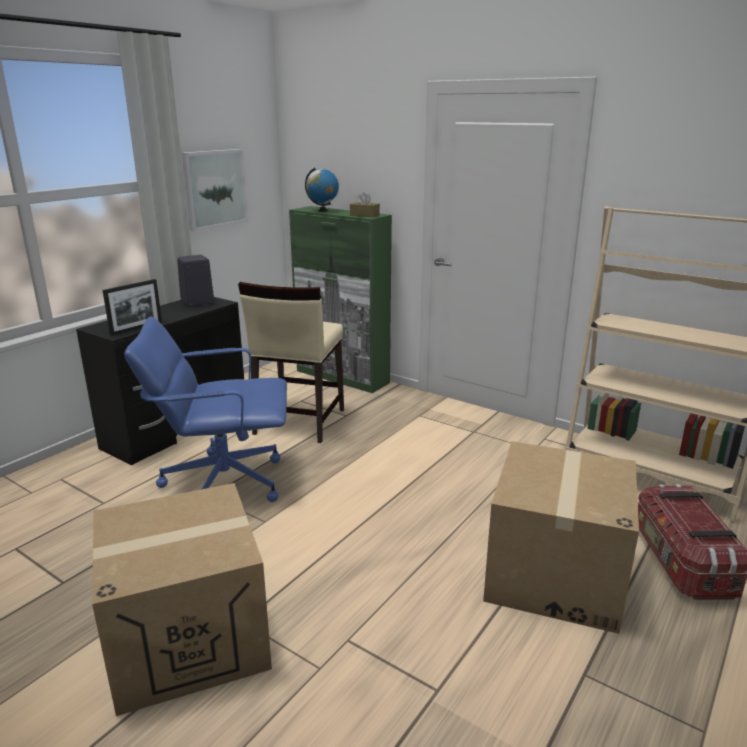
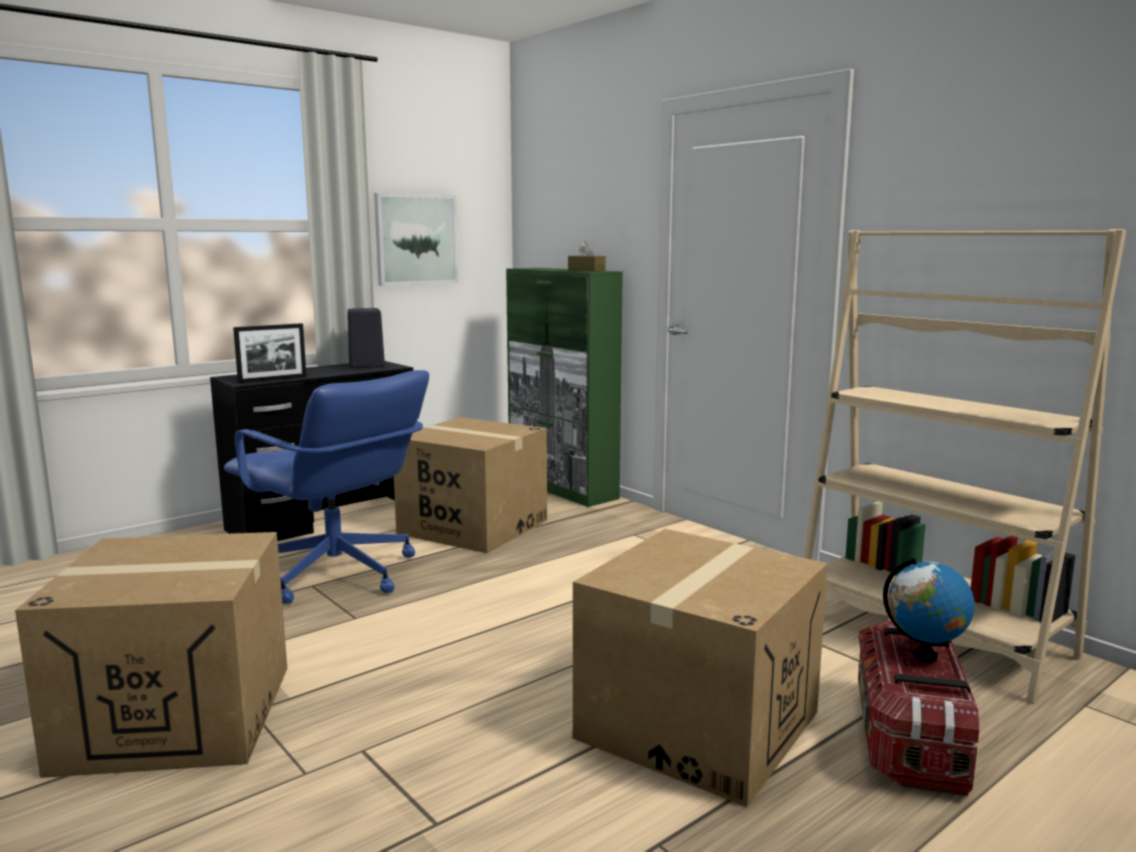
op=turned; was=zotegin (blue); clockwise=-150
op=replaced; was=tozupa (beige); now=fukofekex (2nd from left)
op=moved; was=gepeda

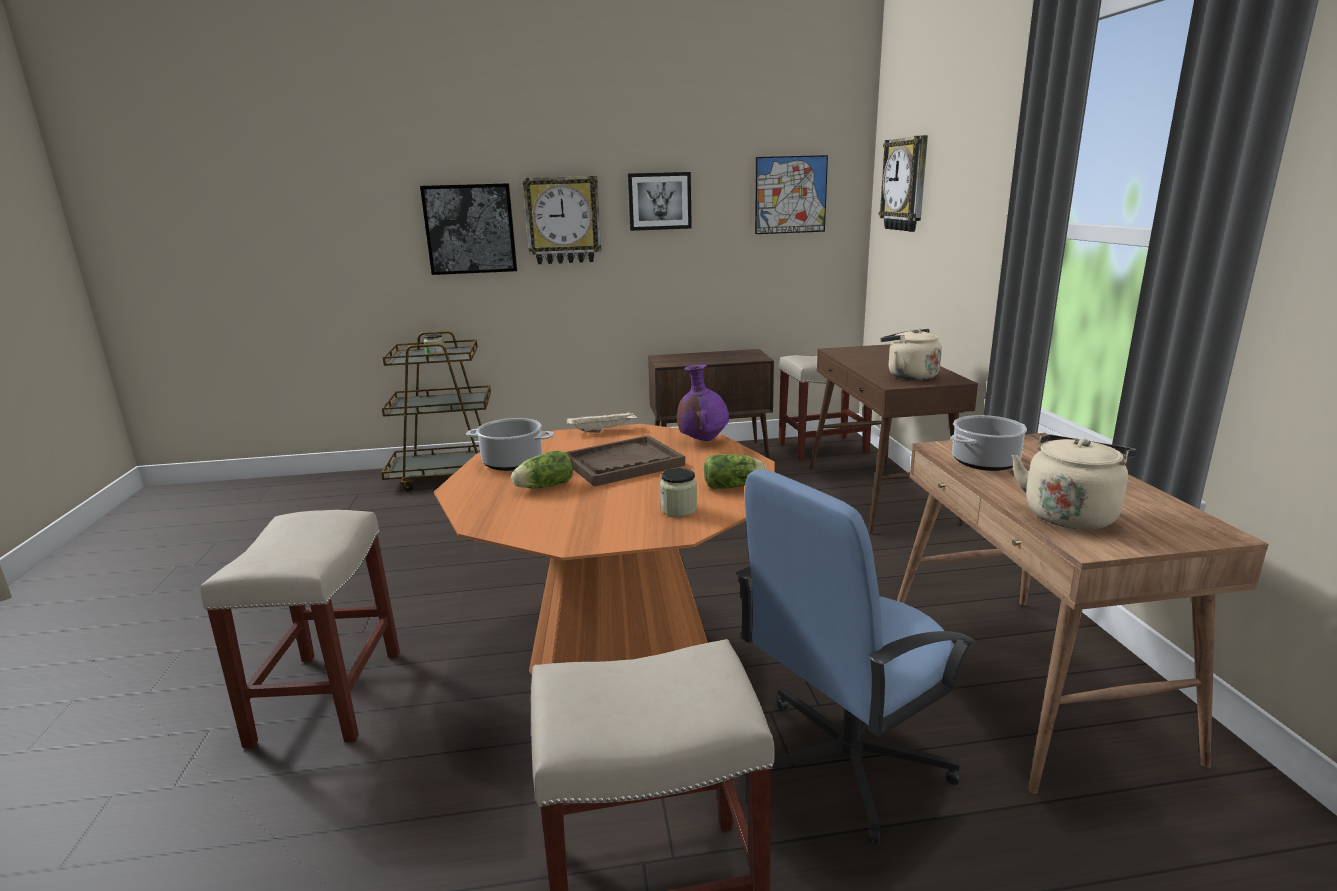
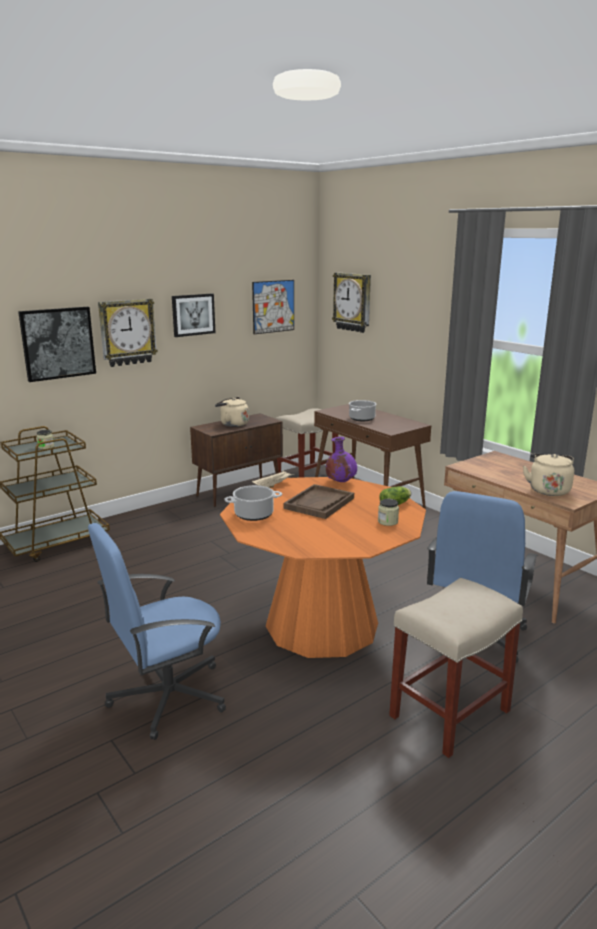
op=replaced; was=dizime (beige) (1st from left); now=zotegin (blue) (1st from left)
op=removed; was=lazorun (1st from left)
op=moved; was=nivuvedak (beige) (1st from left)
op=moved; was=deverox (2nd from left)

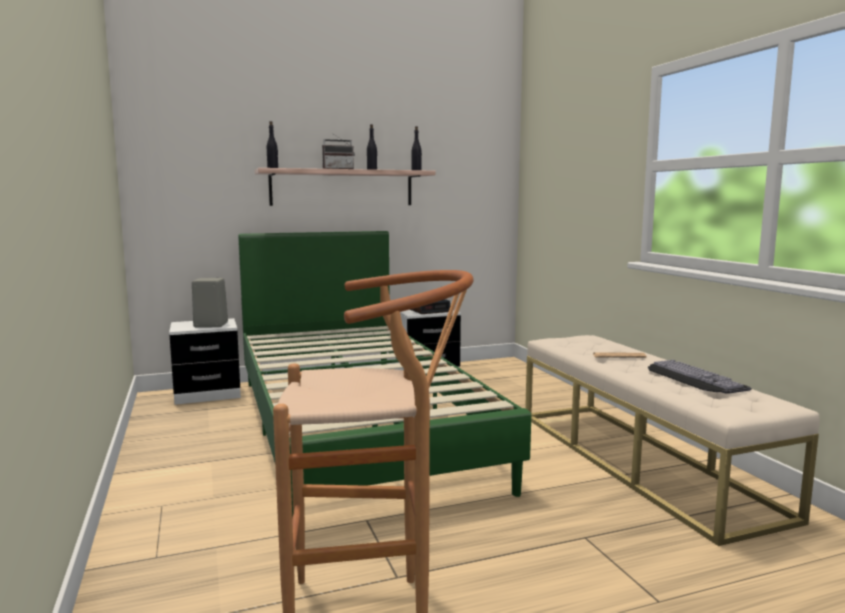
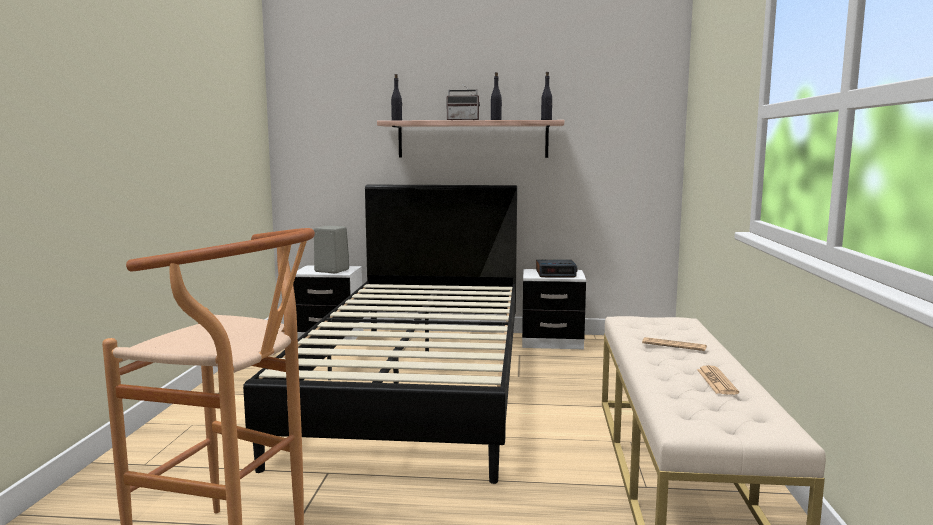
op=recoloured; was=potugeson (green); now=potugeson (black)
op=replaced; was=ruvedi; now=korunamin (2nd from left)

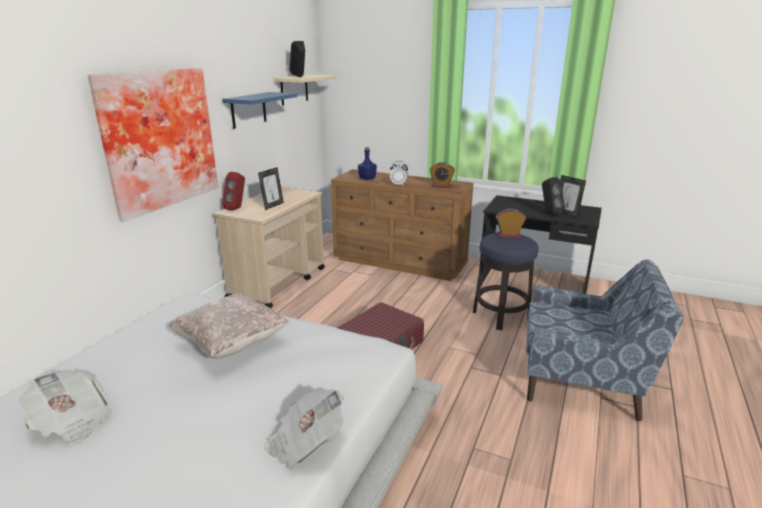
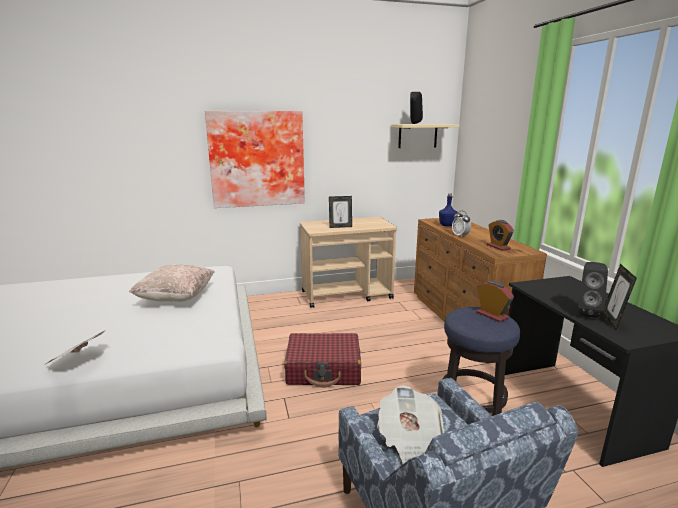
op=moved; was=korunamin (1st from left in the first image); now=korunamin (2nd from left)
op=removed; was=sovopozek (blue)
op=removed; was=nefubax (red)

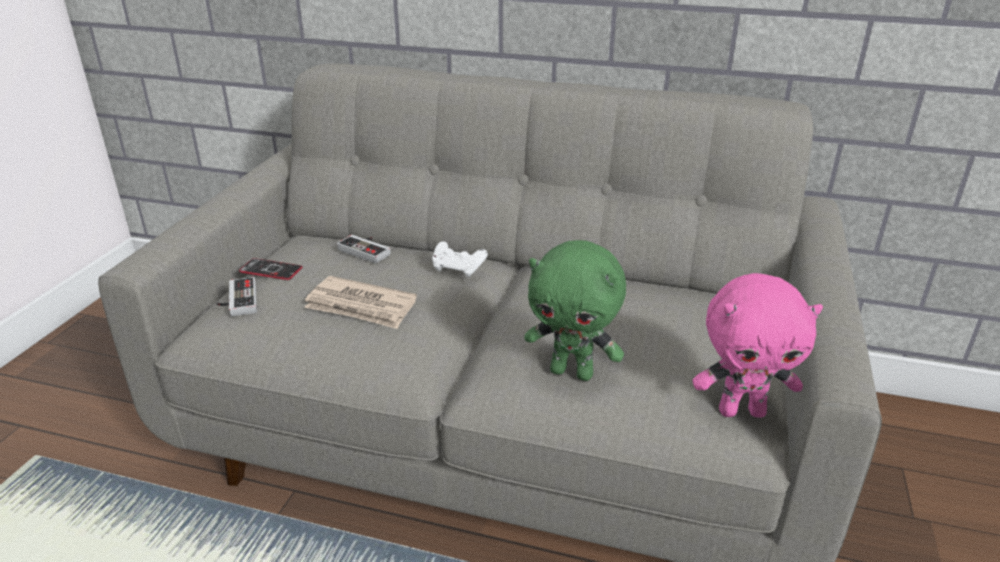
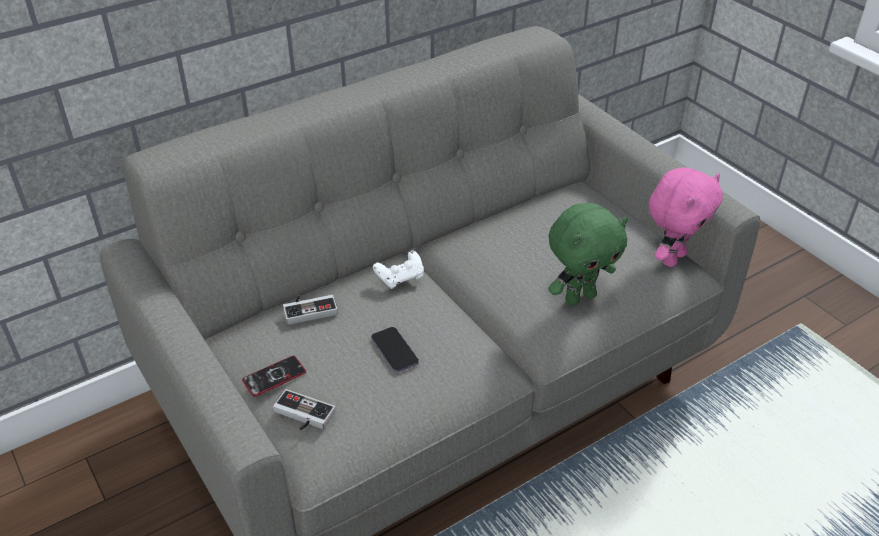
op=replaced; was=korunamin; now=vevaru (2nd from left)

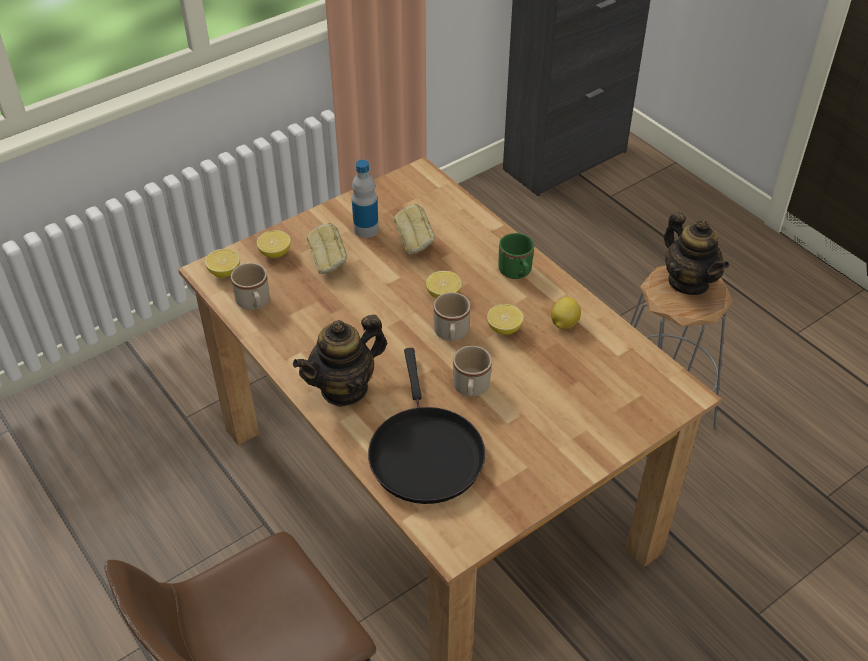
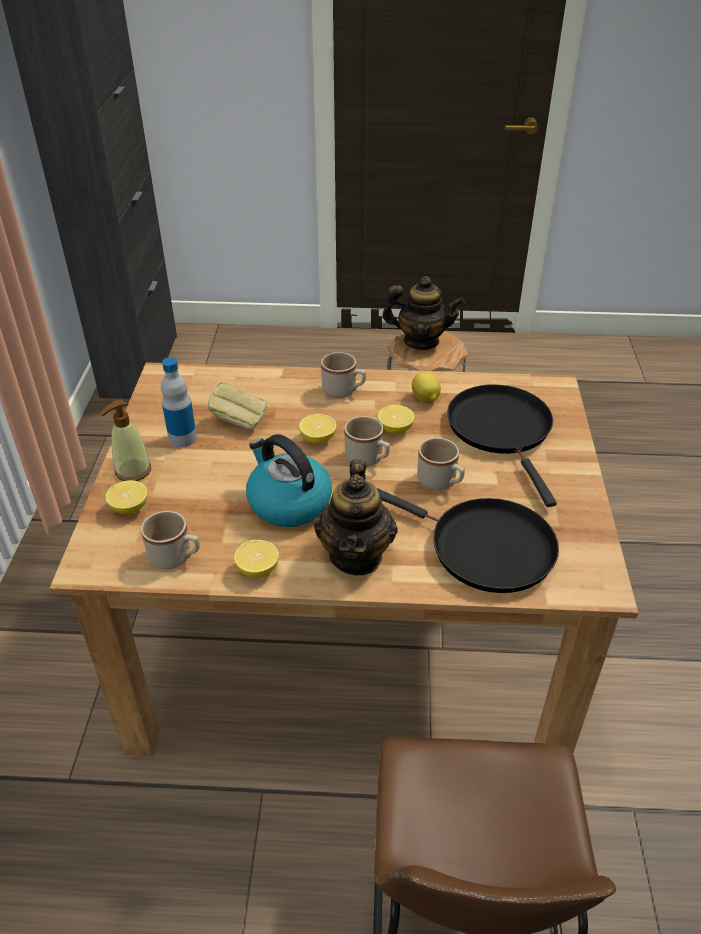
op=moved; was=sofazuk (1st from left in the first image); now=sofazuk (2nd from left)
op=removed; was=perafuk (1st from left)
op=recoloured; was=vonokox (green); now=vonokox (beige) (2nd from left)
op=added; now=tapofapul
op=added; now=nivuvedak
op=added; now=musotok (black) (2nd from left)

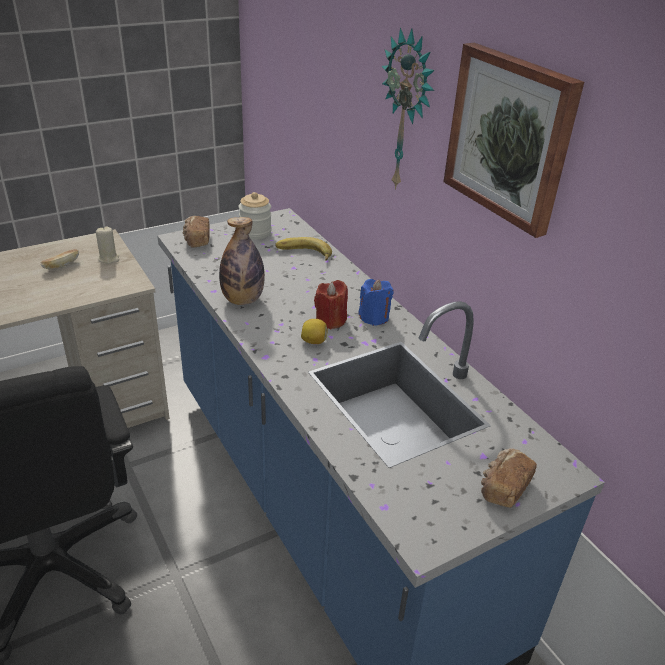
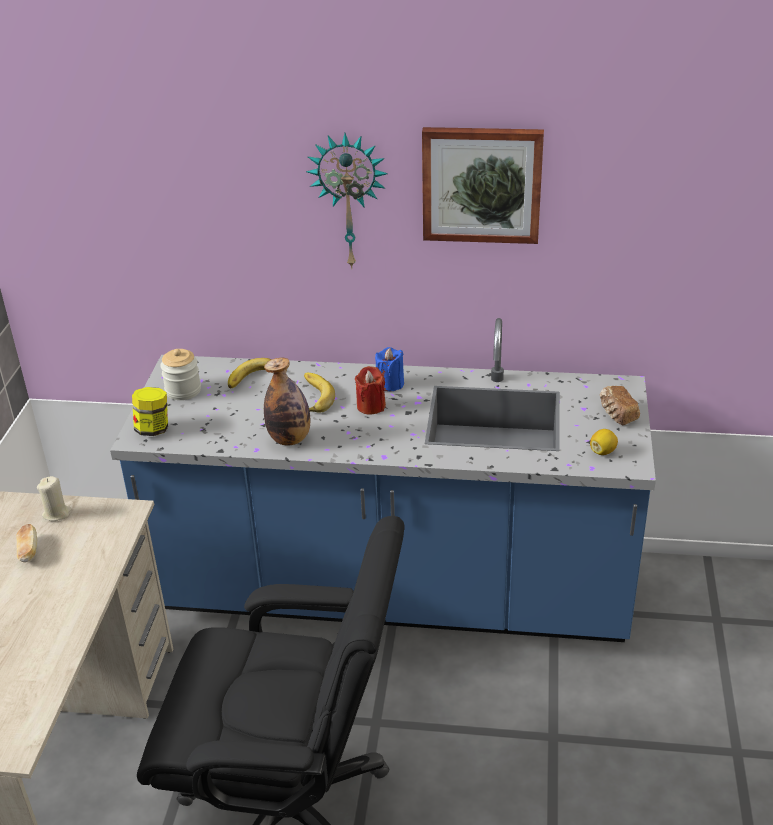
op=replaced; was=perafuk (2nd from left); now=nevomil (1st from left)
op=moved; was=sofazuk
op=added; now=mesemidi (2nd from left)

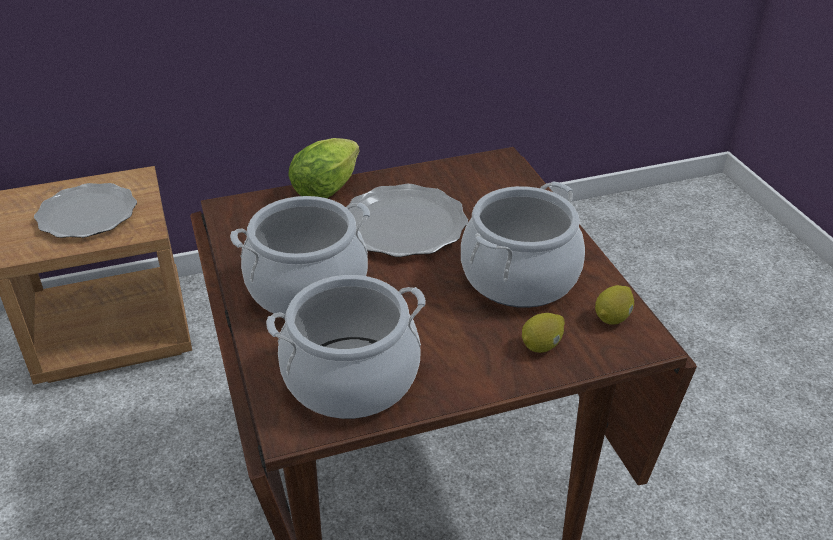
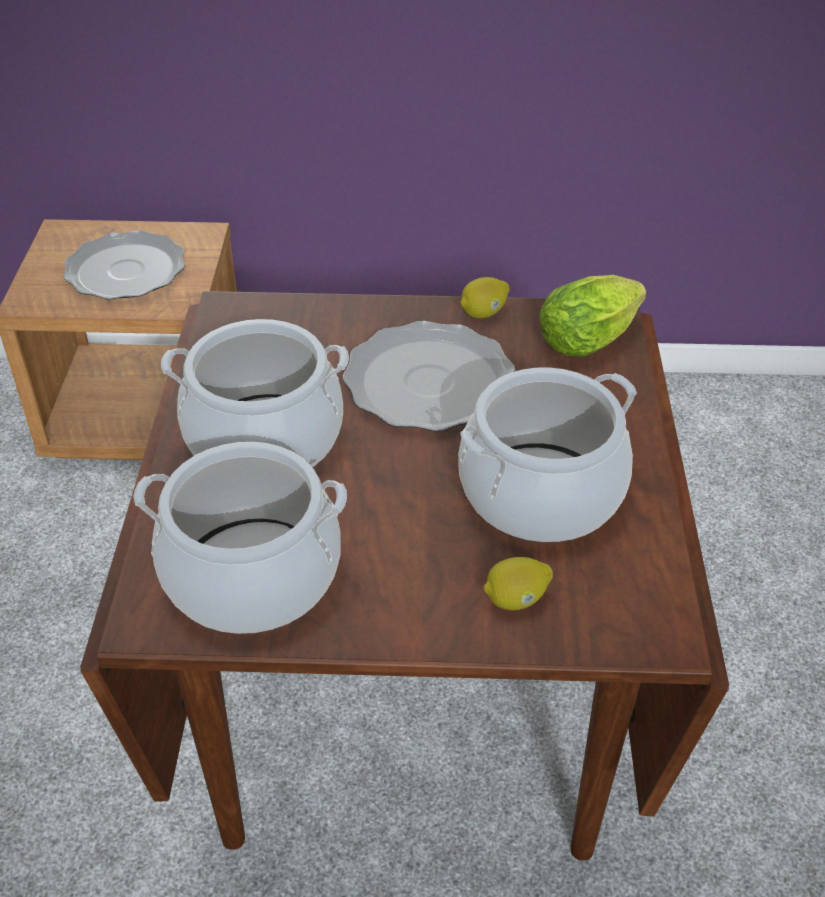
op=moved; was=lazorun
op=moved; was=sofazuk (2nd from left in the first image); now=sofazuk (1st from left)

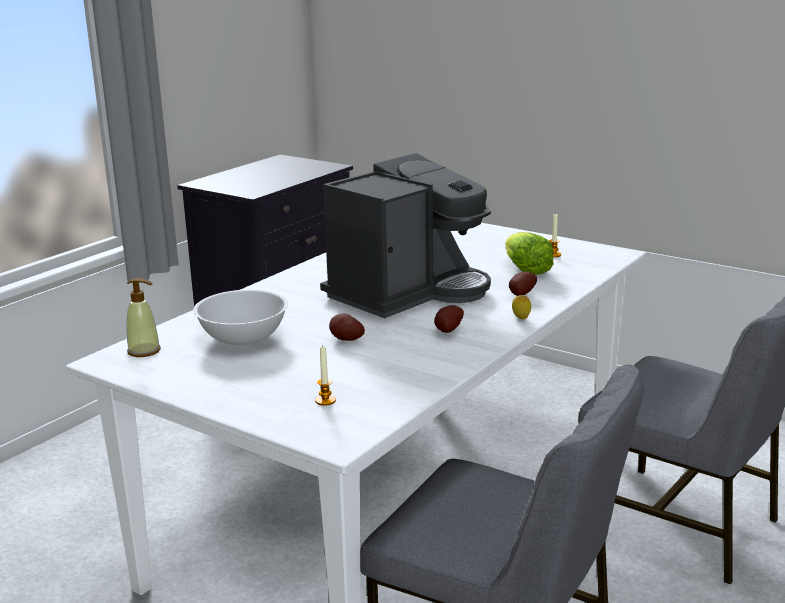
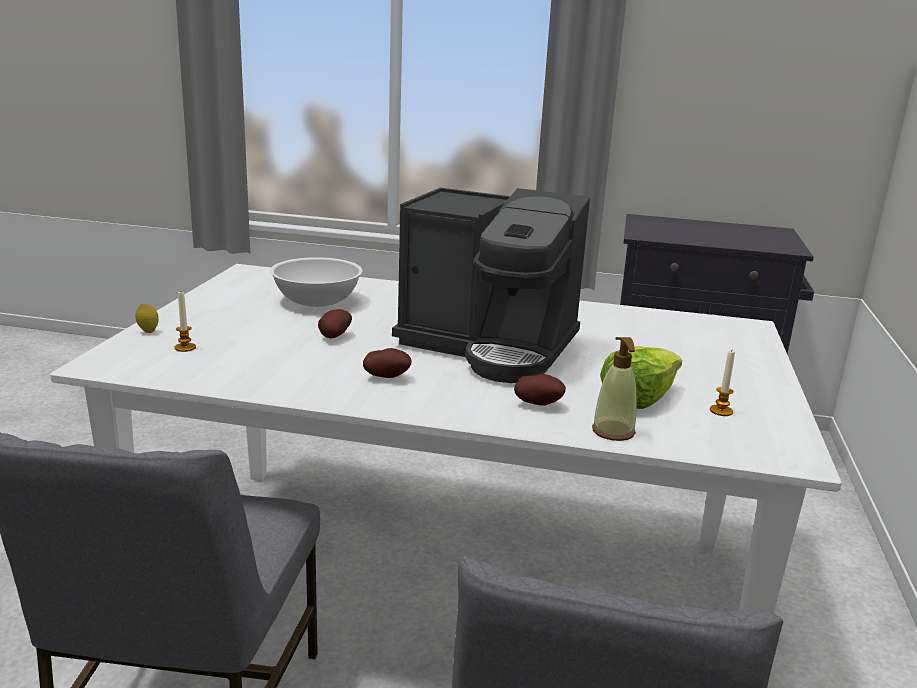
op=moved; was=tapofapul
op=moved; was=sofazuk

